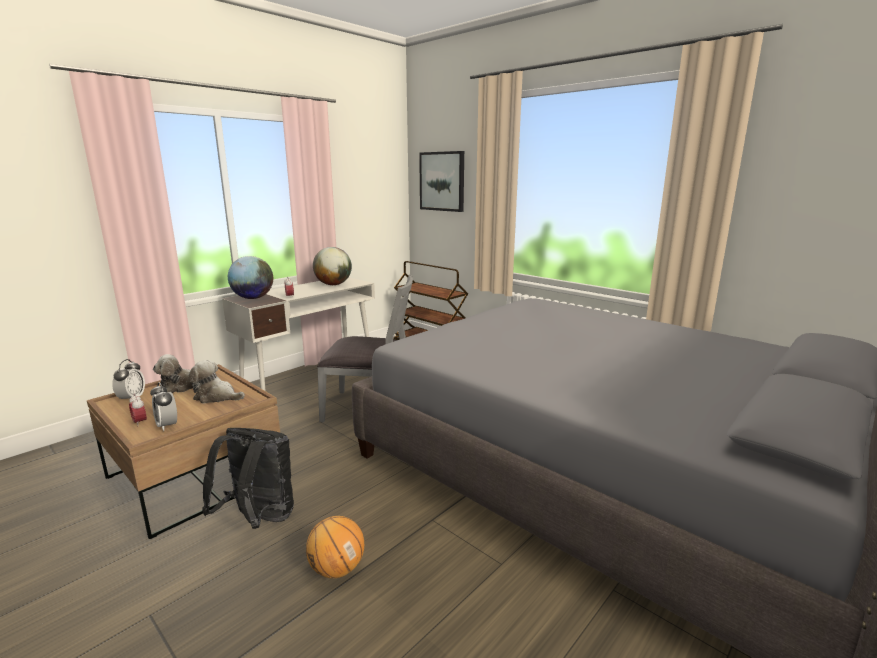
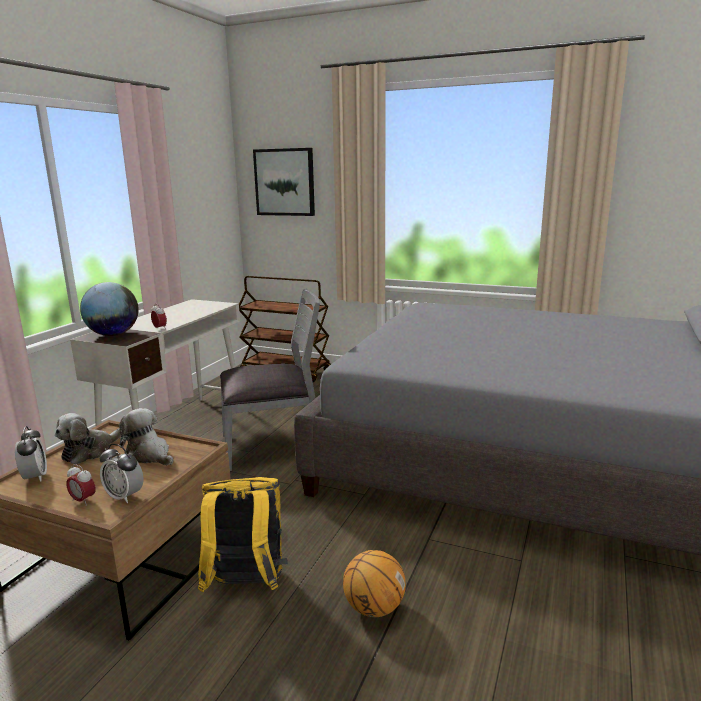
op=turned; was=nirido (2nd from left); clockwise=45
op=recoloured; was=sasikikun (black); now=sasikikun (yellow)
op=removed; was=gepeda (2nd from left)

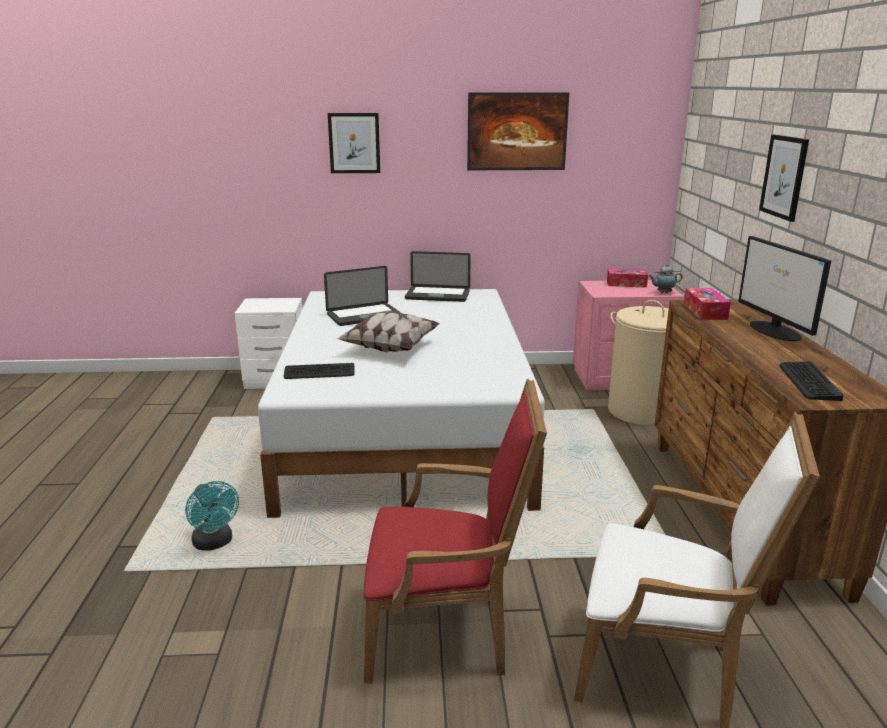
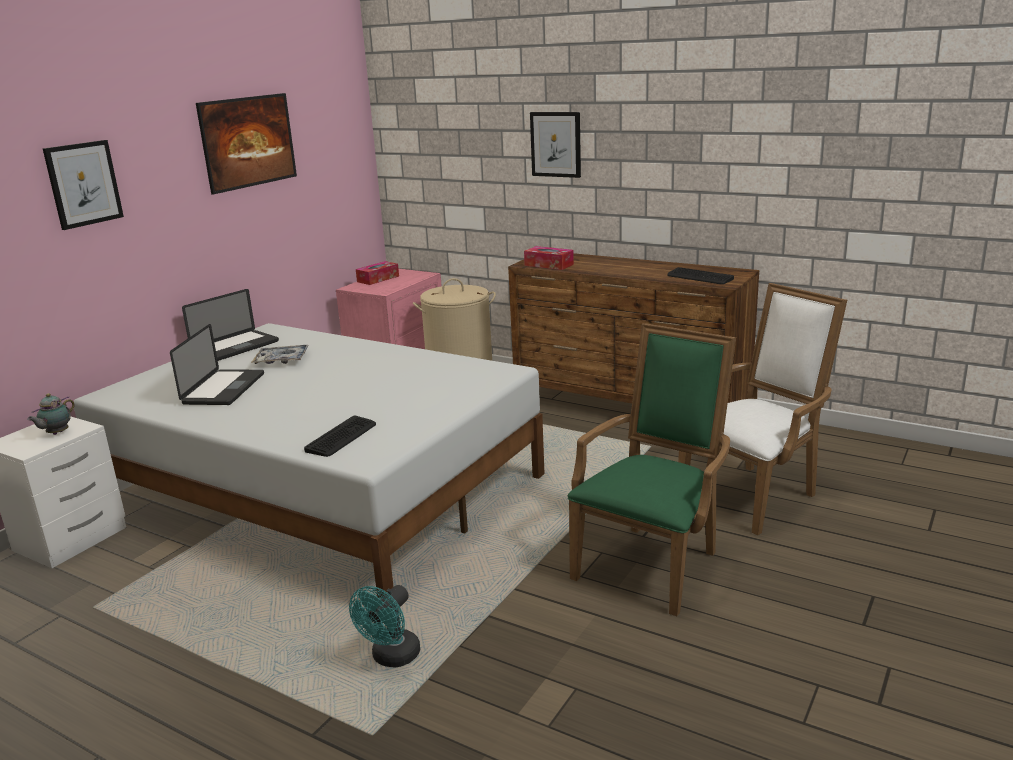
op=turned; was=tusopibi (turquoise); clockwise=120
op=removed; was=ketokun
op=recoloured; was=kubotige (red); now=kubotige (green)
op=moved; was=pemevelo
op=removed; was=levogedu
op=added; now=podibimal

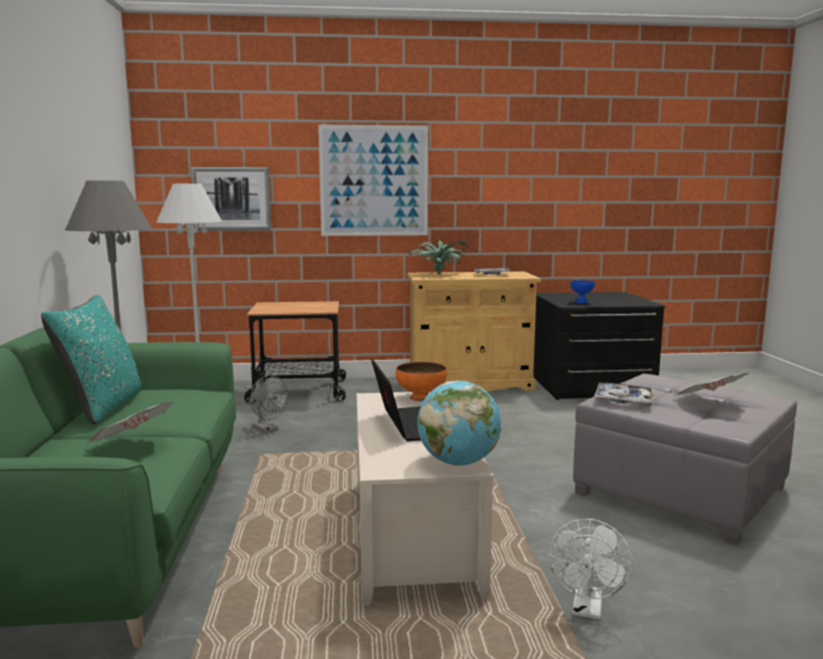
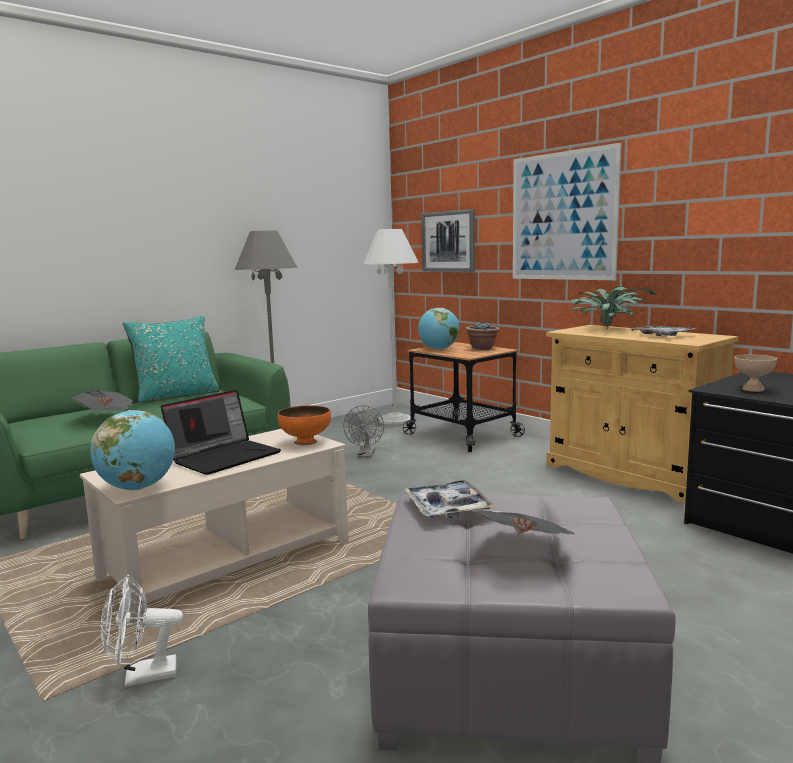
op=recoloured; was=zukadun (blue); now=zukadun (beige)
op=added; now=gepeda (2nd from left)
op=added; now=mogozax (1st from left)

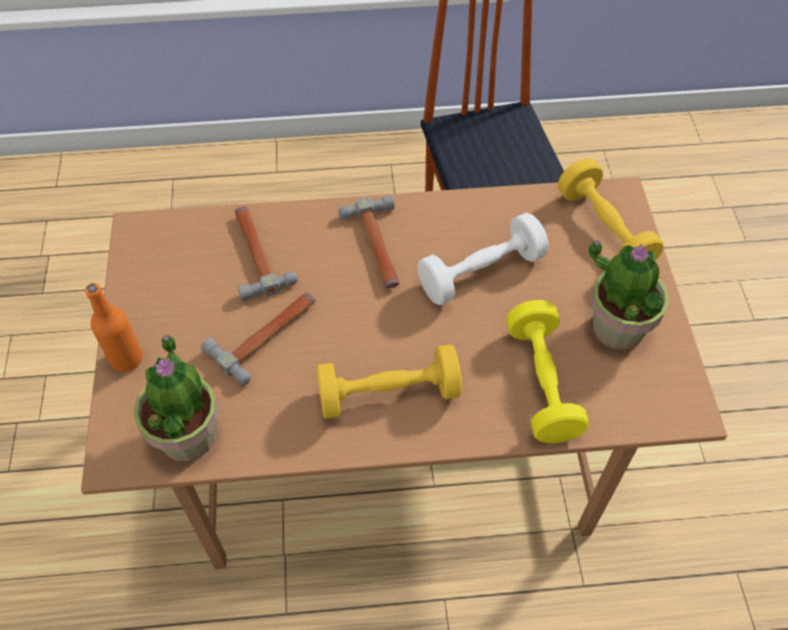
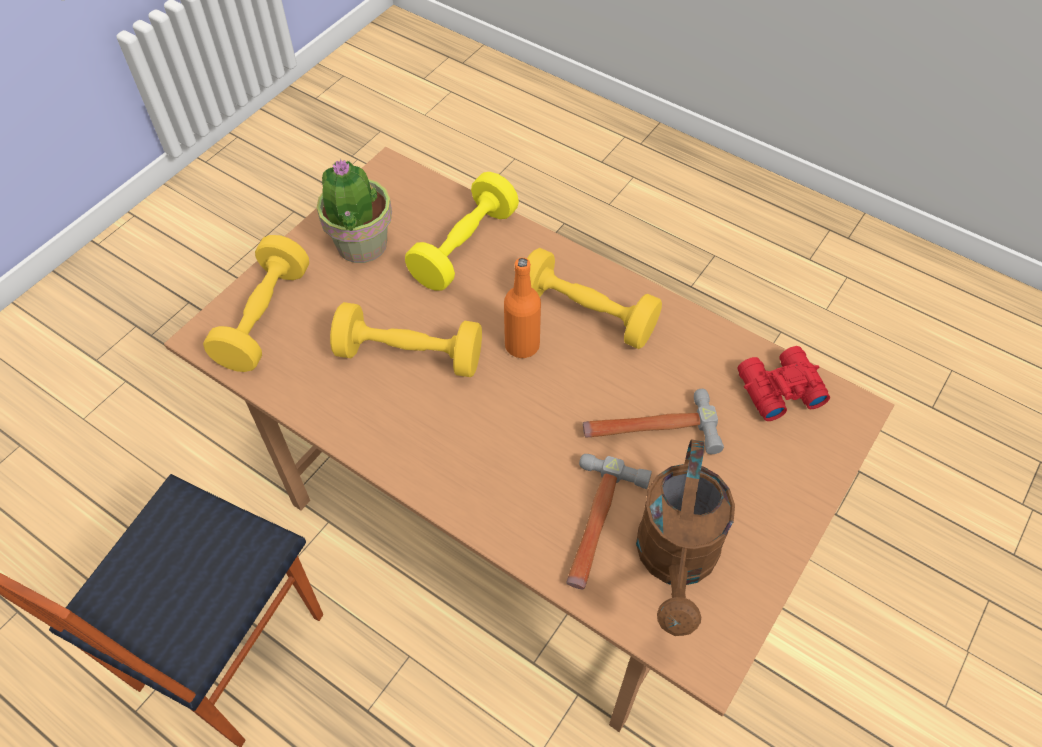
op=moved; was=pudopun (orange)
op=replaced; was=mogozax (1st from left); now=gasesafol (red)
op=removed; was=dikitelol (3rd from left)
op=recoloured; was=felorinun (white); now=felorinun (yellow) (2nd from left)
op=added; now=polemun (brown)

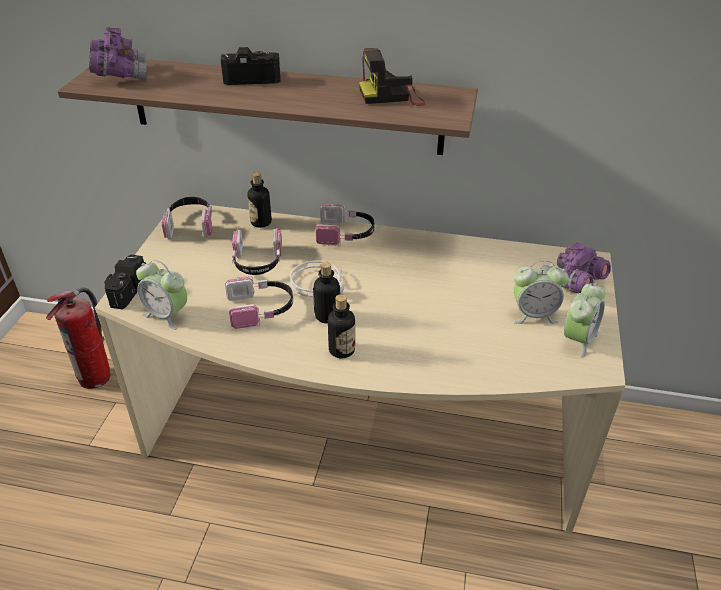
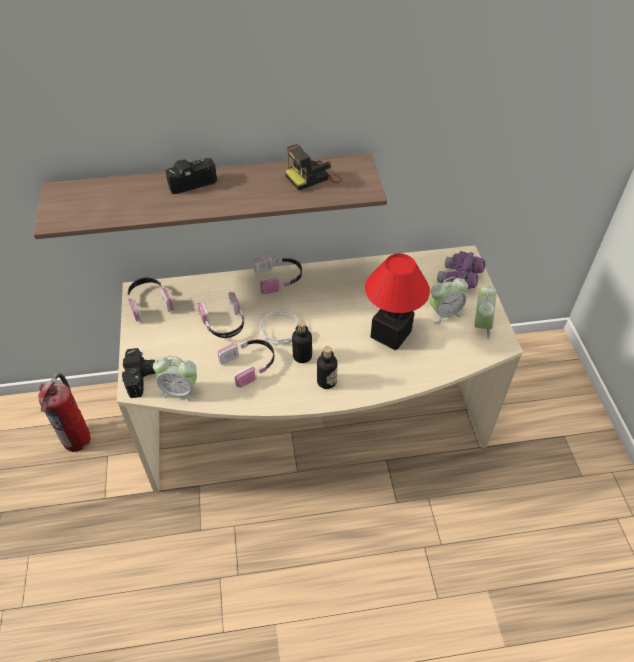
op=removed; was=gasesafol (purple) (1st from left)
op=removed; was=pudopun (1st from left)
op=added; now=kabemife

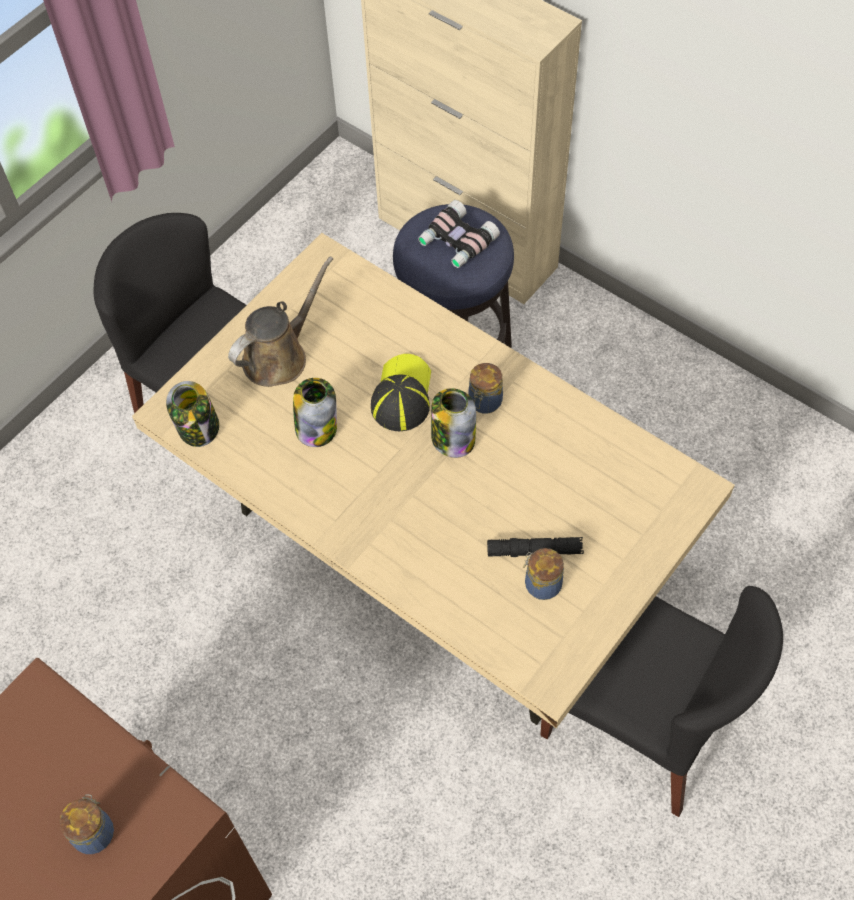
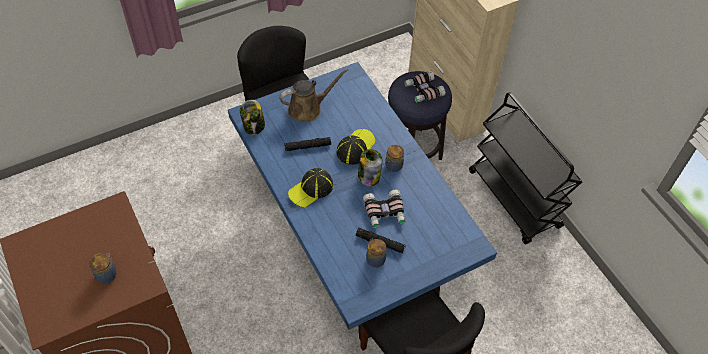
op=recoloured; was=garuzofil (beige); now=garuzofil (blue)
op=replaced; was=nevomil (3rd from left); now=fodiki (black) (1st from left)
op=added; now=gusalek (1st from left)
op=added; now=gasesafol (1st from left)
op=added; now=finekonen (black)

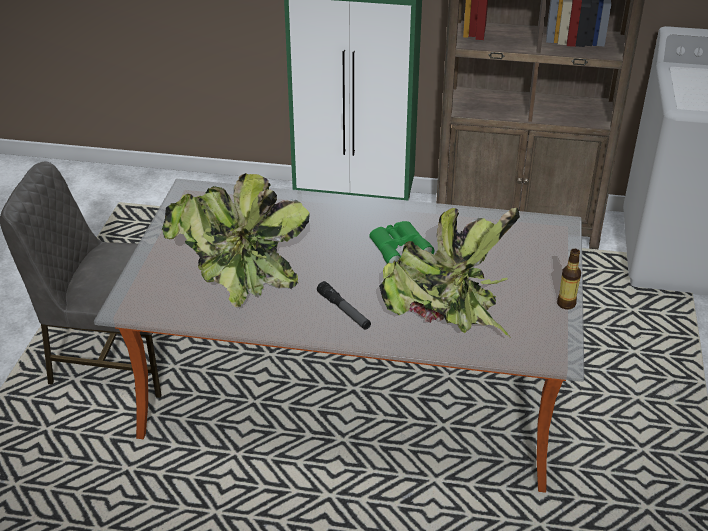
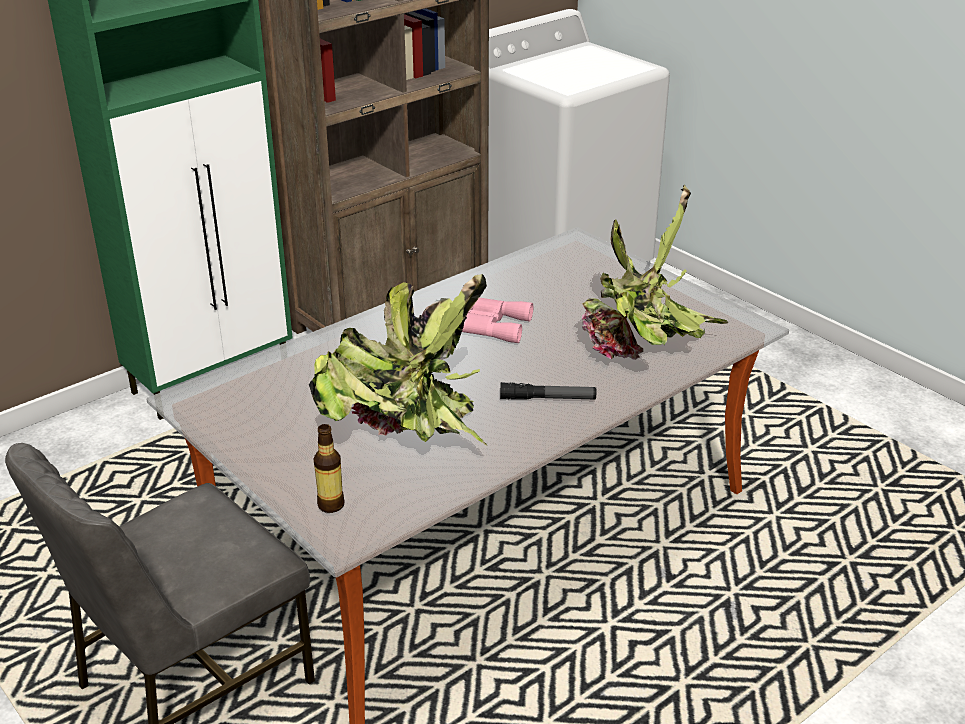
op=recoloured; was=gasesafol (green); now=gasesafol (pink)
op=moved; was=pudopun

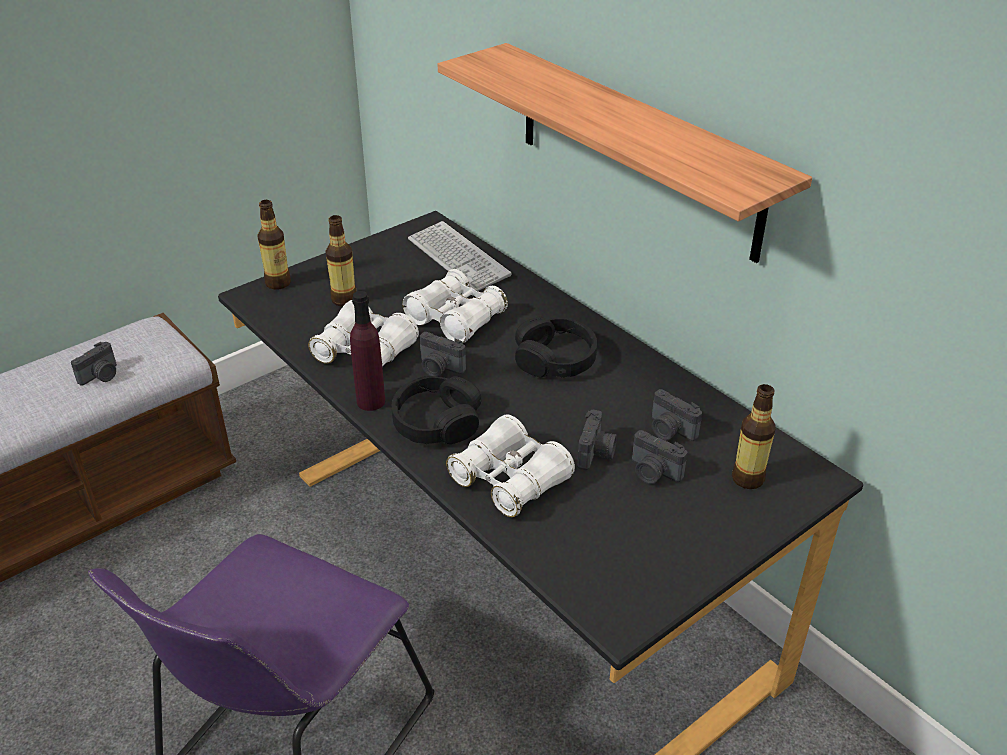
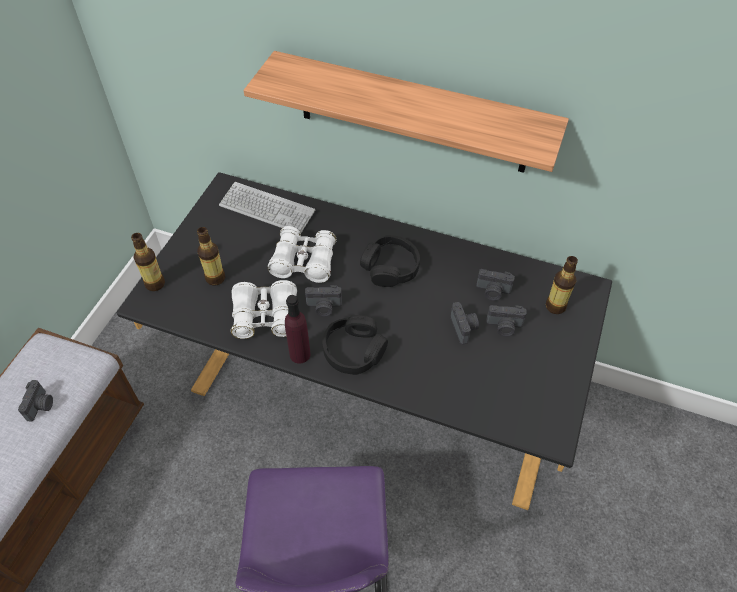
op=removed; was=gasesafol (white) (3rd from left)

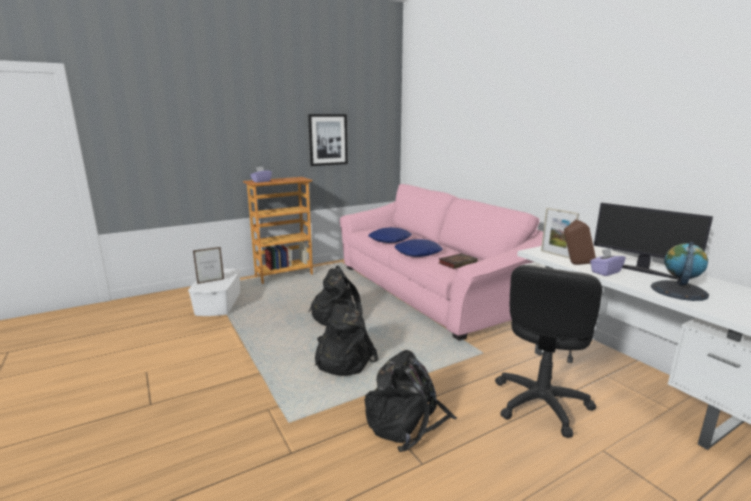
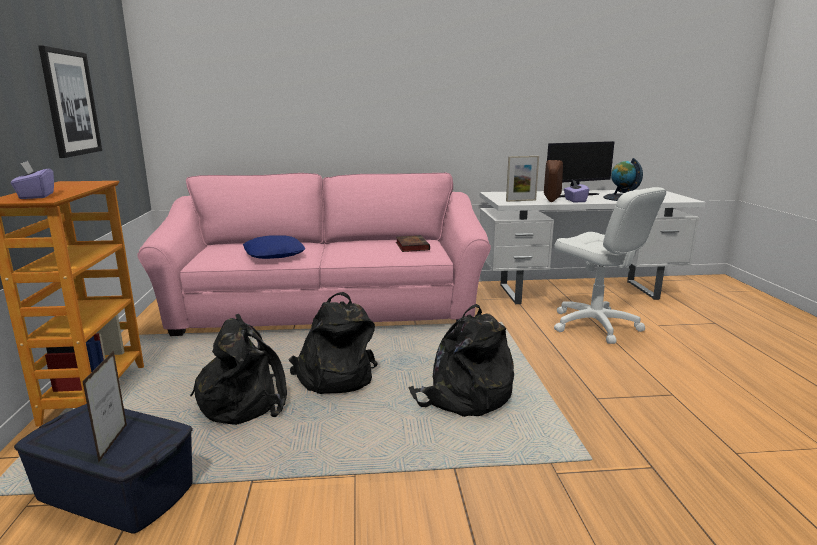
op=recoloured; was=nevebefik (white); now=nevebefik (blue)
op=moved; was=sasikikun (black) (3rd from left in the first image); now=sasikikun (black) (1st from left)
op=removed; was=ketokun (blue) (2nd from left)
op=recoloured; was=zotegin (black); now=zotegin (white)

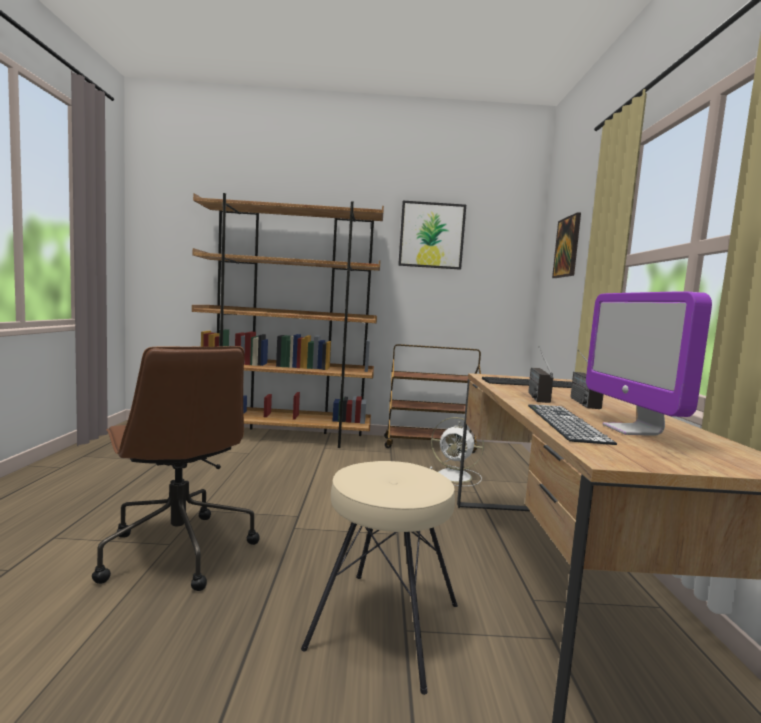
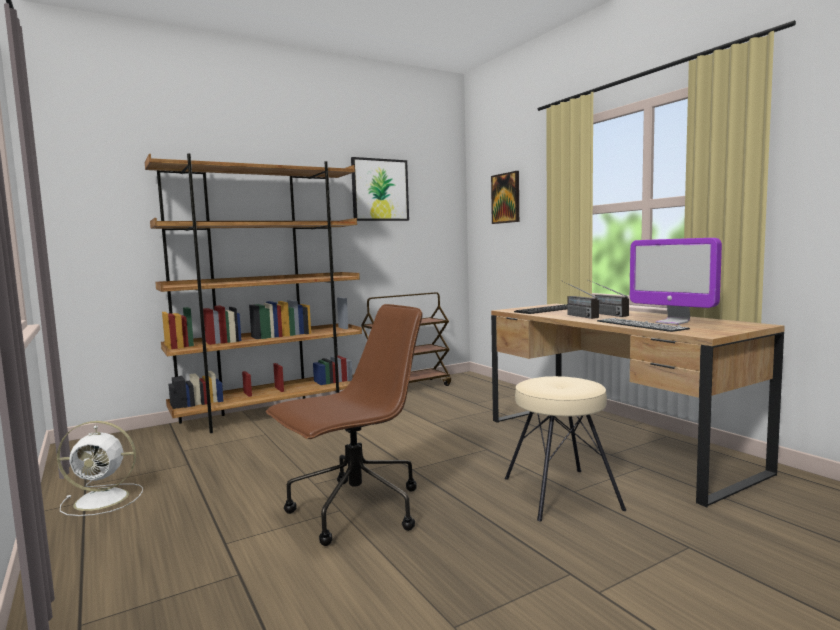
op=turned; was=zotegin (brown); clockwise=-60
op=moved; was=tusopibi (white)

